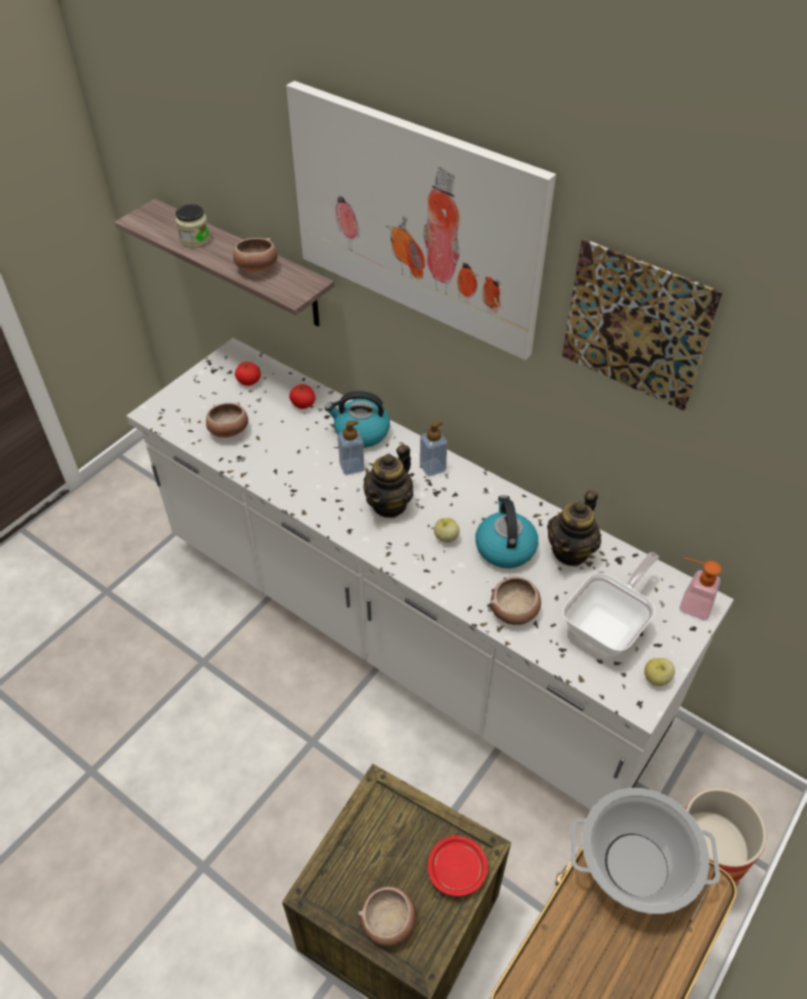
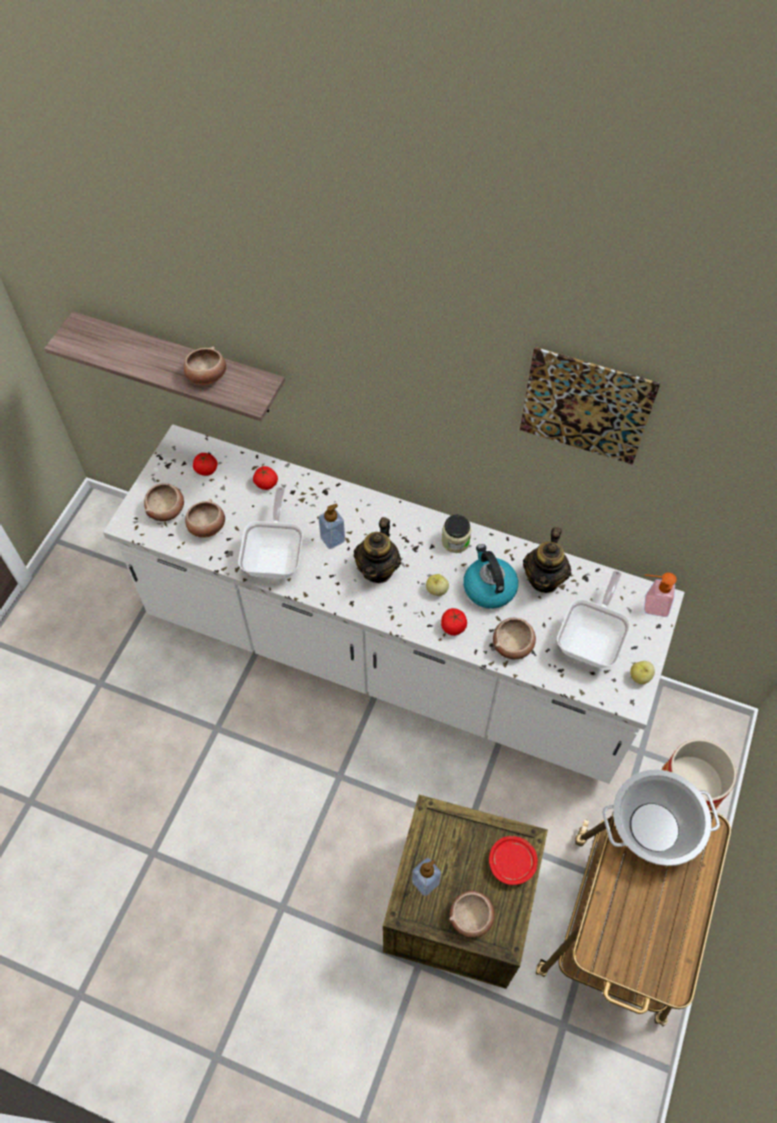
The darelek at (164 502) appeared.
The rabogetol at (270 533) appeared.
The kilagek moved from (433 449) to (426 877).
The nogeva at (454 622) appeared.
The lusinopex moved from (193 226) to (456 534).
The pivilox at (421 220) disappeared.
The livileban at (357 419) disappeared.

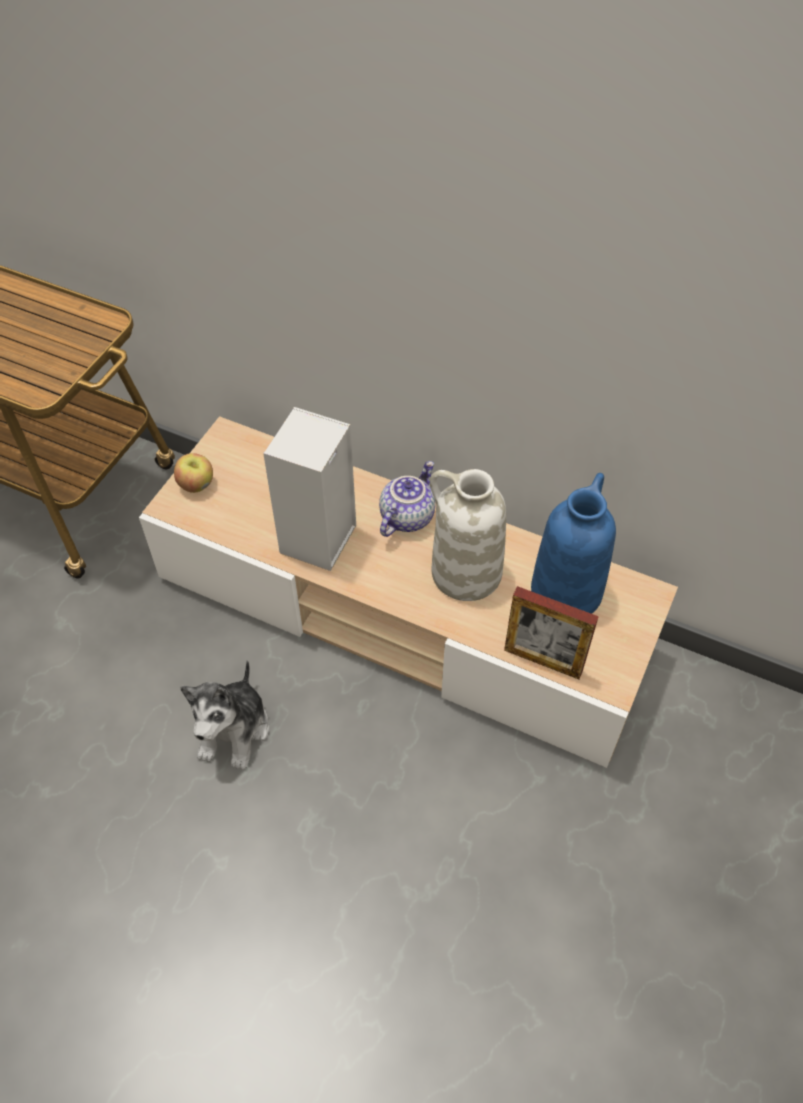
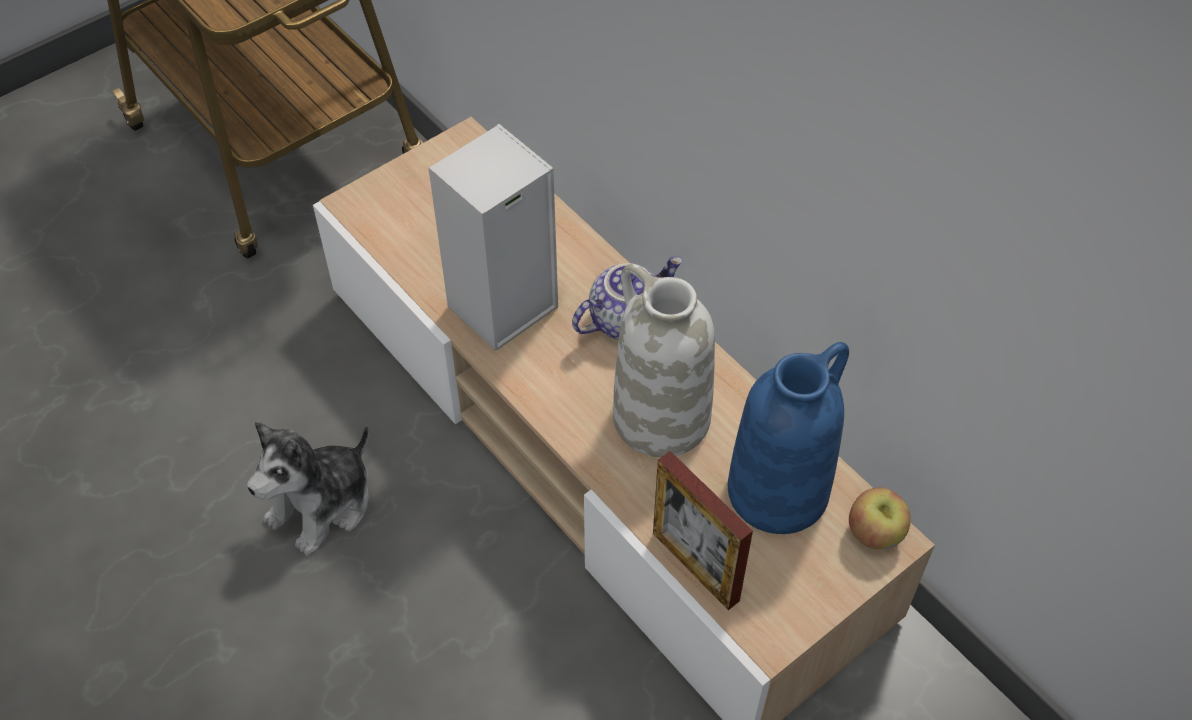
The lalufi moved from (193 473) to (880 518).

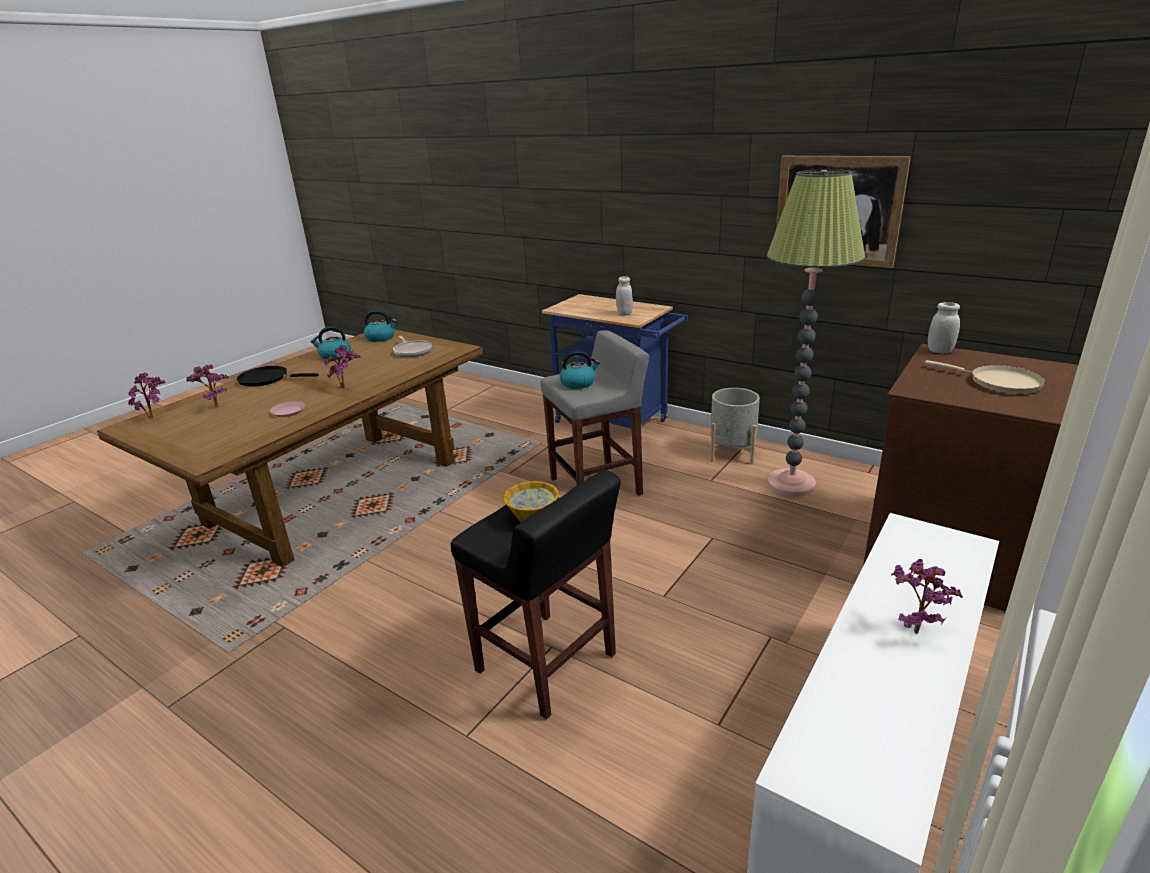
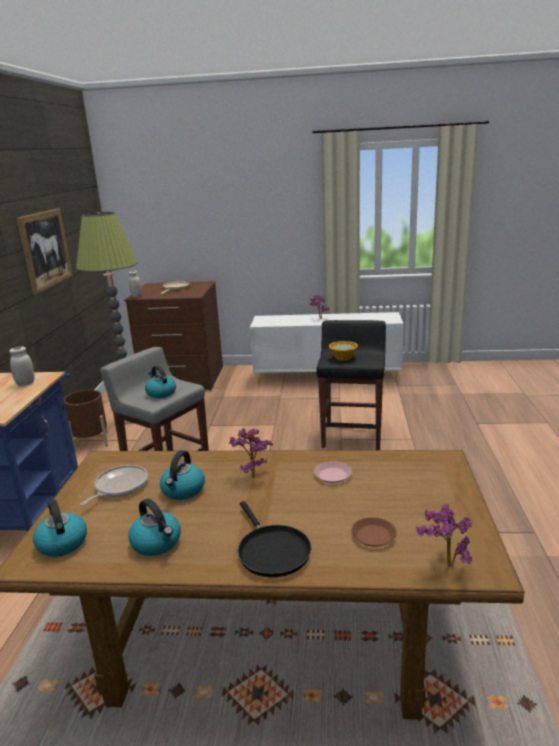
The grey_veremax at (735 426) became the brown_veremax at (86 421).
The livileban at (182 475) appeared.
The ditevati at (207 385) was replaced by the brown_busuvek at (374 532).

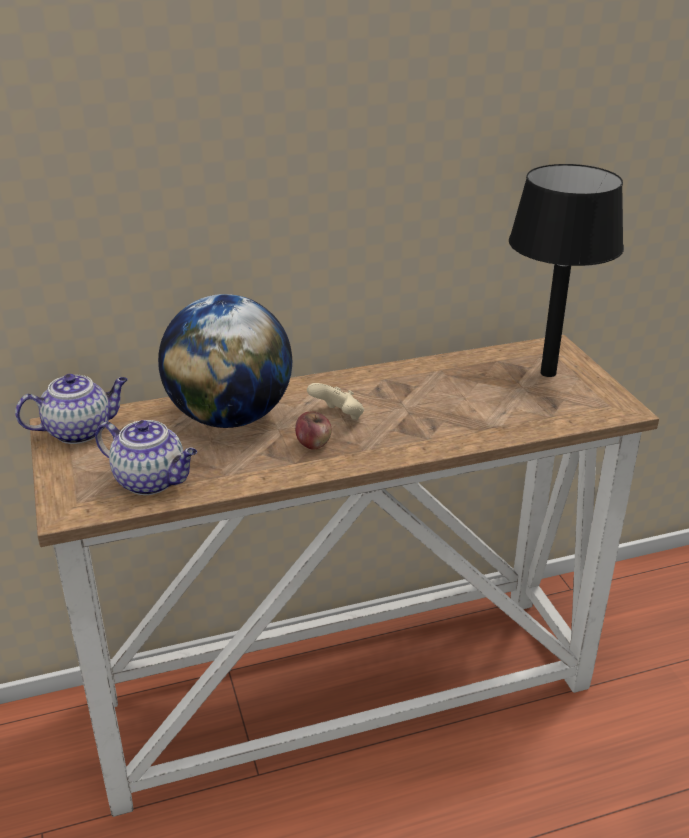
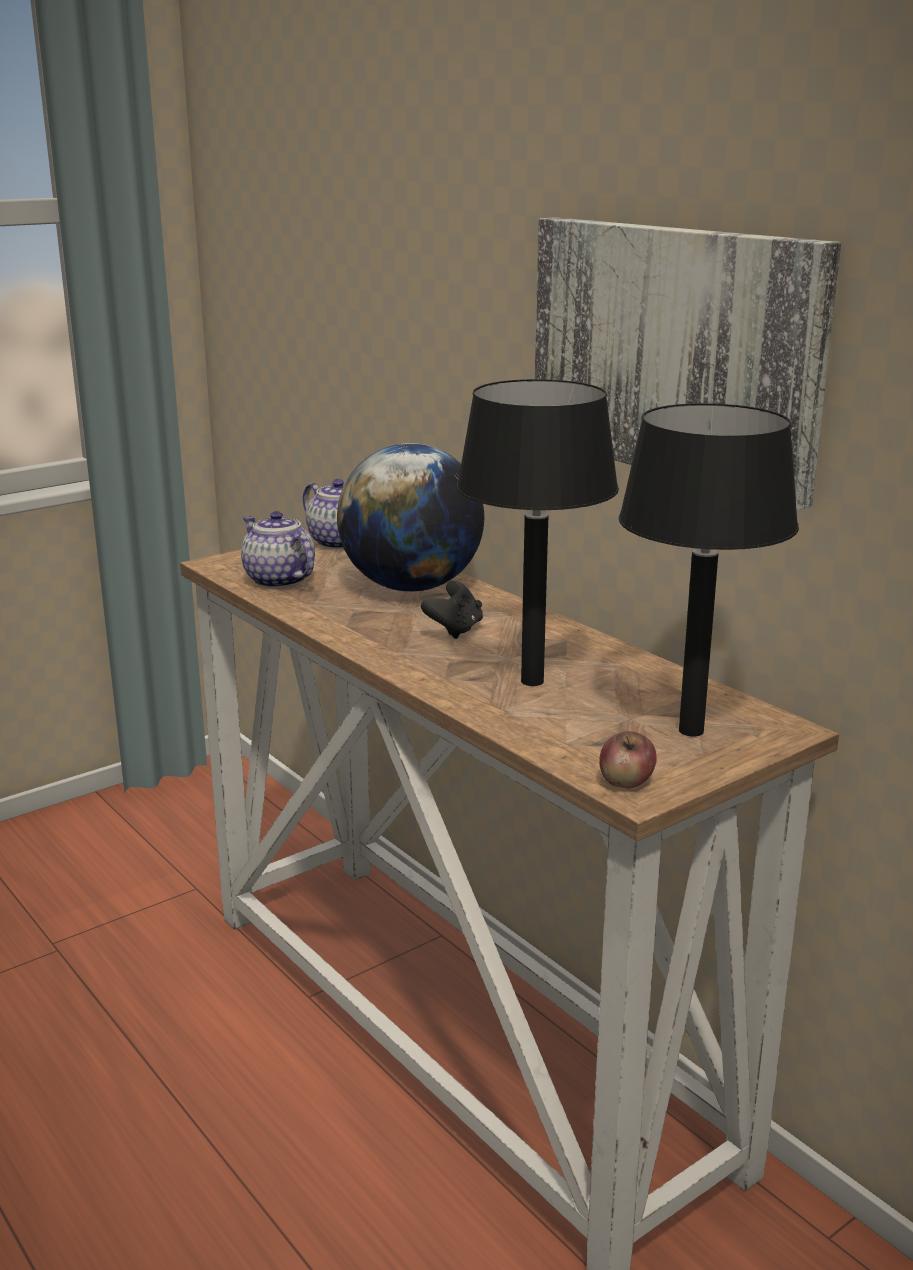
The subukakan at (146 457) turned 135 degrees clockwise.
The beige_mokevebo at (335 401) became the black_mokevebo at (452 609).
The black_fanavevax at (537 532) appeared.
The pivilox at (688 364) appeared.
The lalufi moved from (313 431) to (628 760).

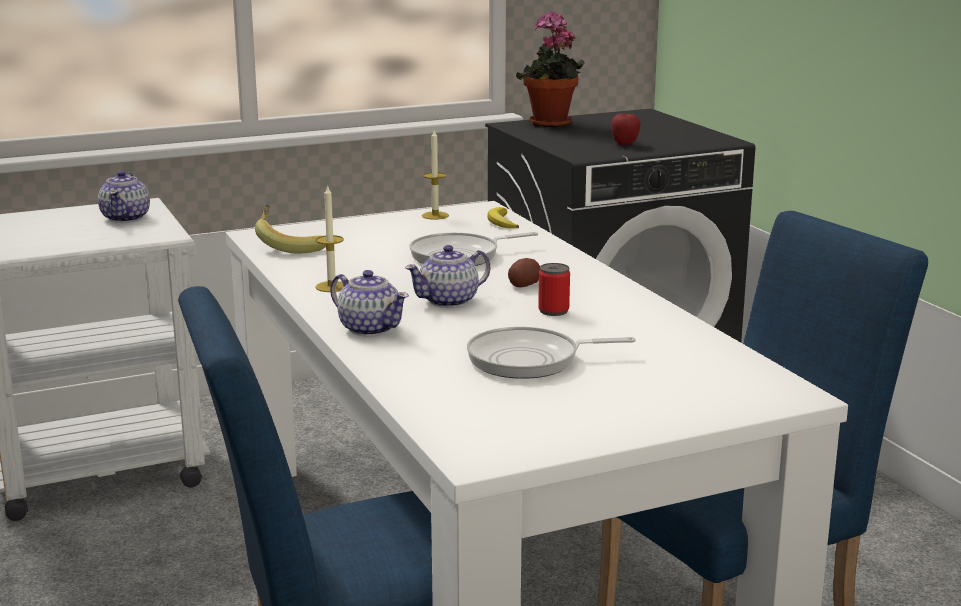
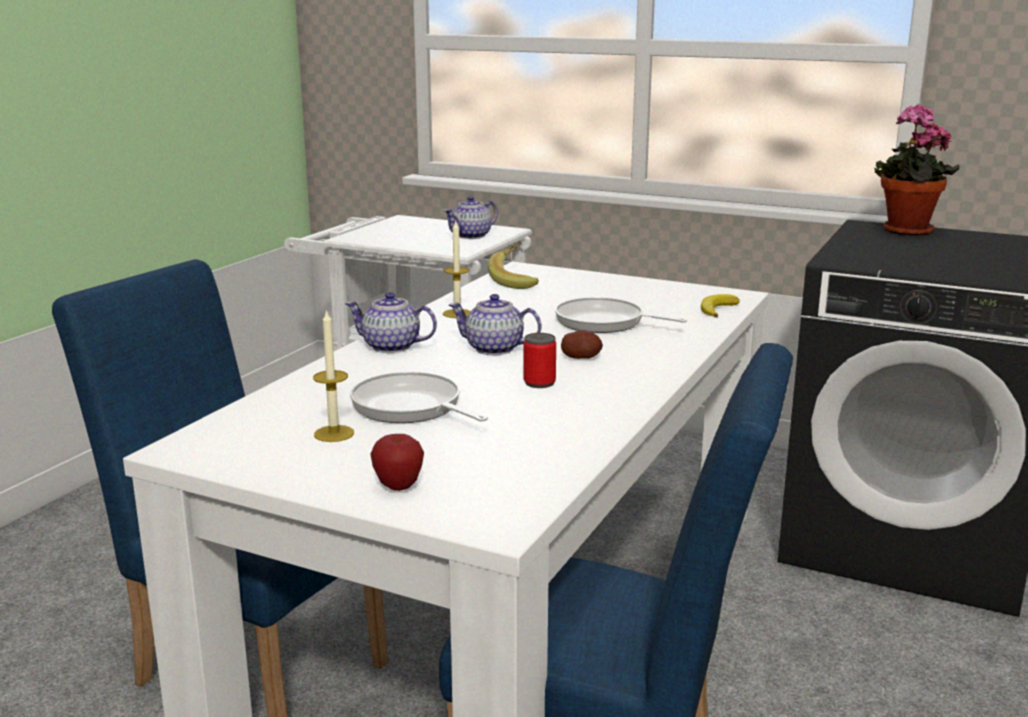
The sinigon moved from (435 175) to (333 375).
The subukakan at (369 303) turned 105 degrees clockwise.
The lalufi moved from (626 128) to (397 462).

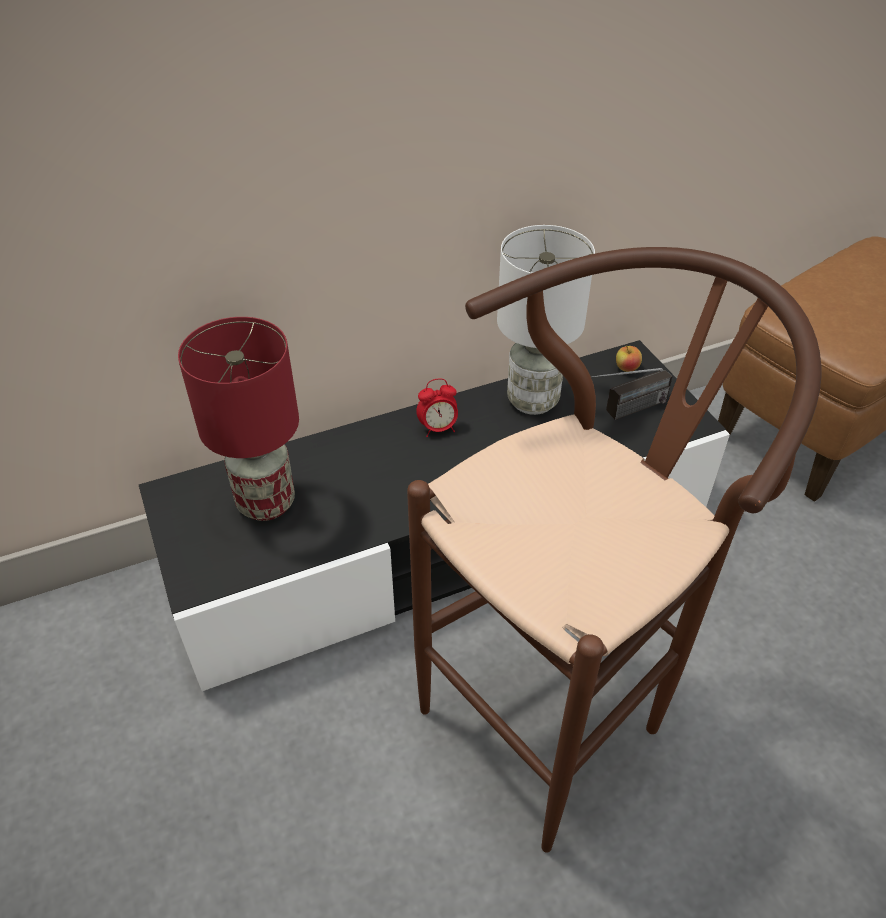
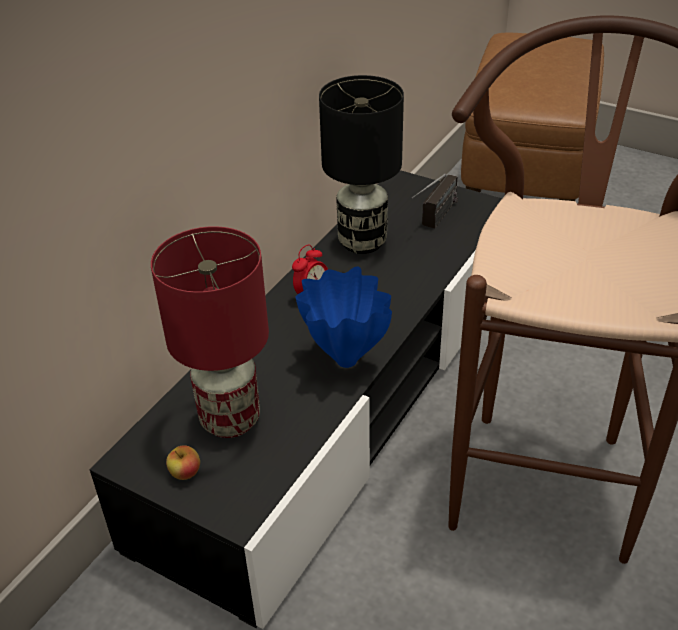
The lalufi moved from (629 358) to (183 462).
The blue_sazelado at (344 317) appeared.
The white_fanavevax at (546 320) became the black_fanavevax at (361 164).

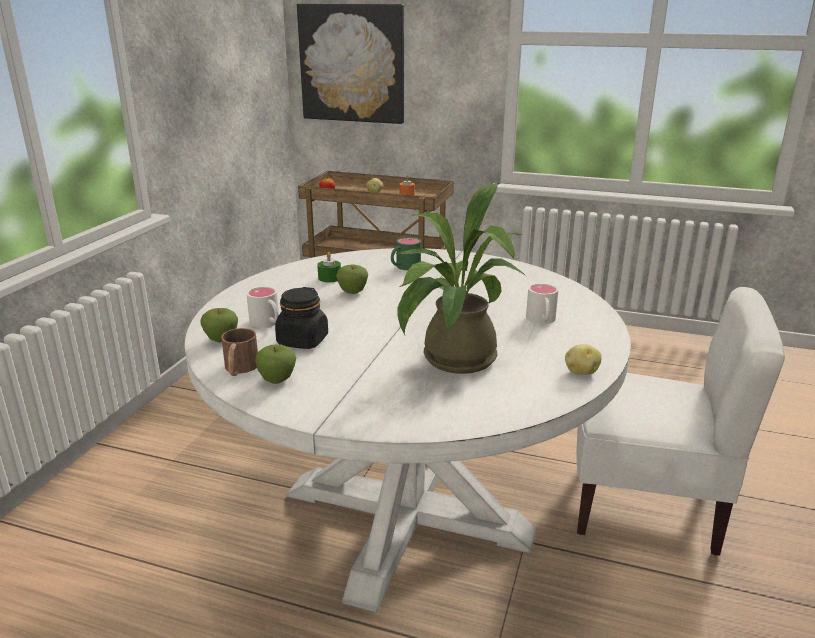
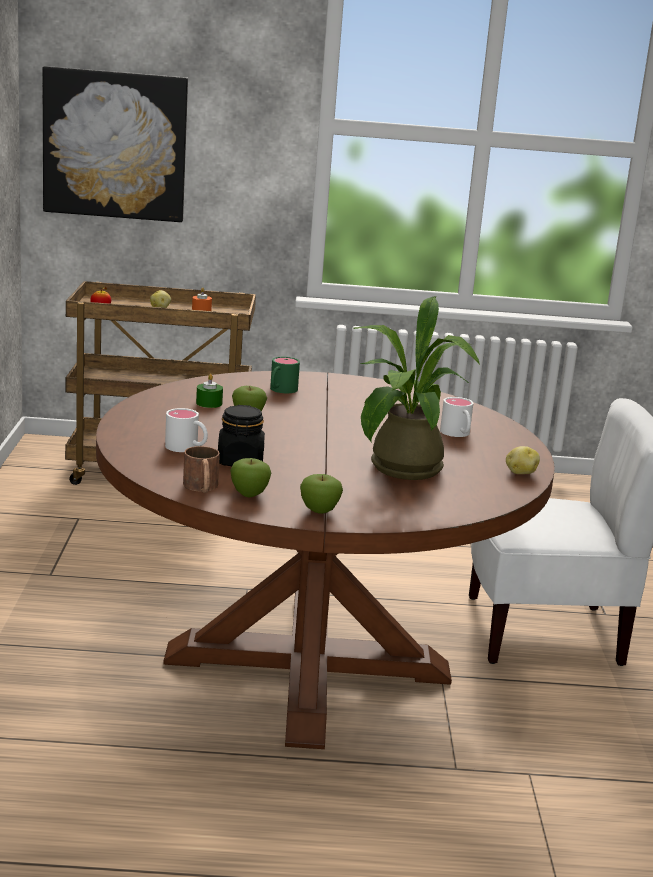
The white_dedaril at (407 430) became the brown_dedaril at (325 560).
The lalufi moved from (219 325) to (321 494).

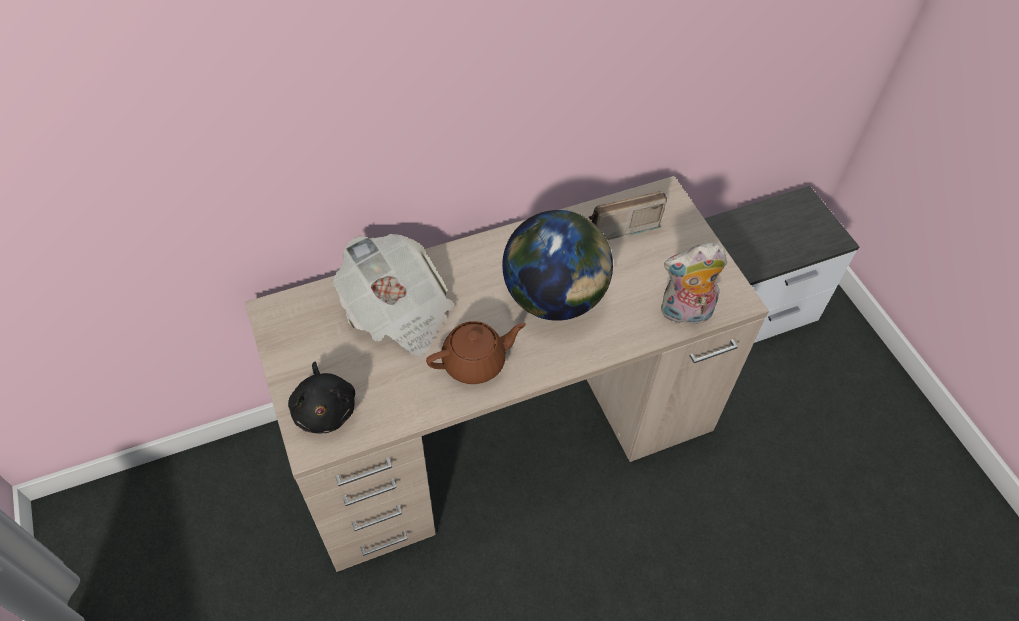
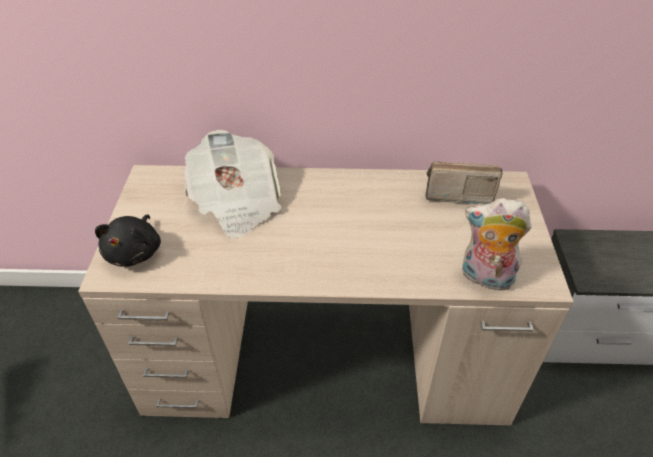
The brown_subukakan at (476 352) disappeared.
The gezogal at (557 265) disappeared.

